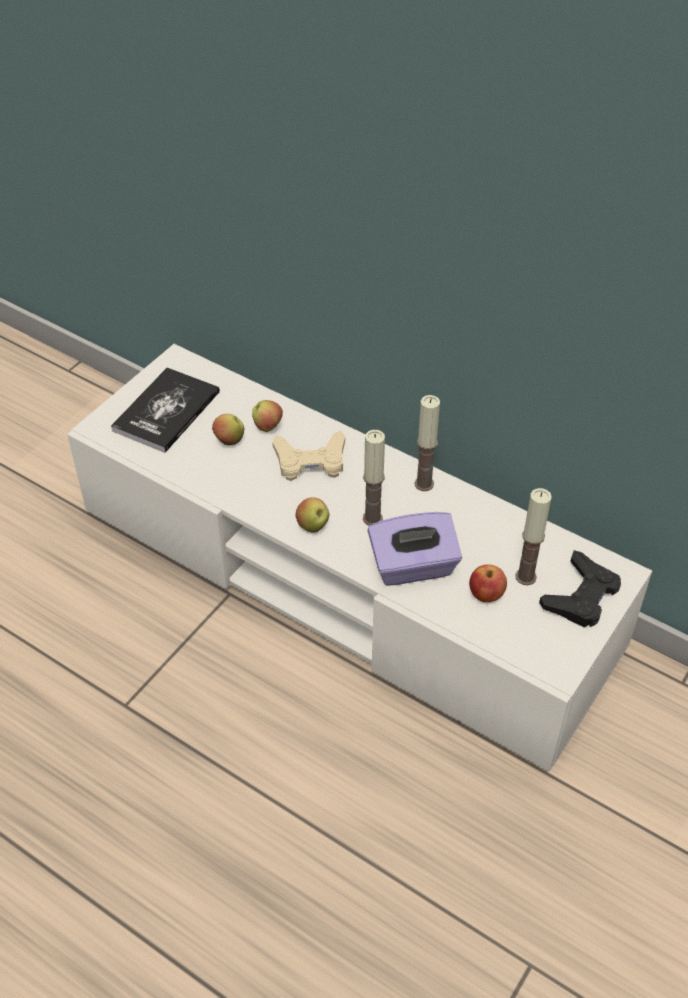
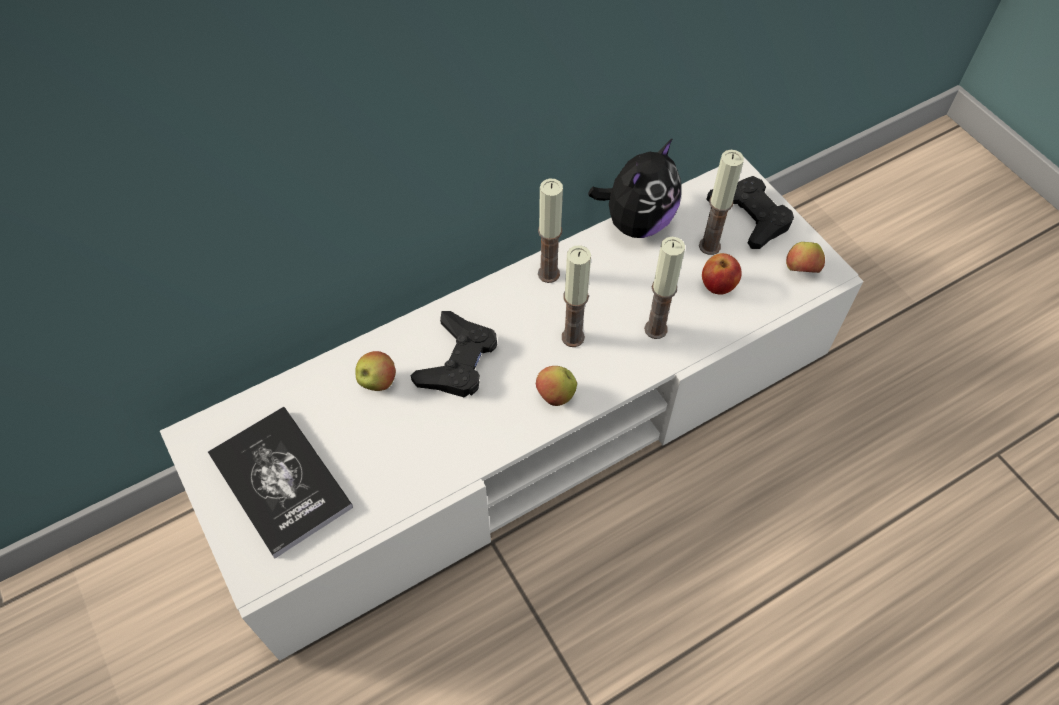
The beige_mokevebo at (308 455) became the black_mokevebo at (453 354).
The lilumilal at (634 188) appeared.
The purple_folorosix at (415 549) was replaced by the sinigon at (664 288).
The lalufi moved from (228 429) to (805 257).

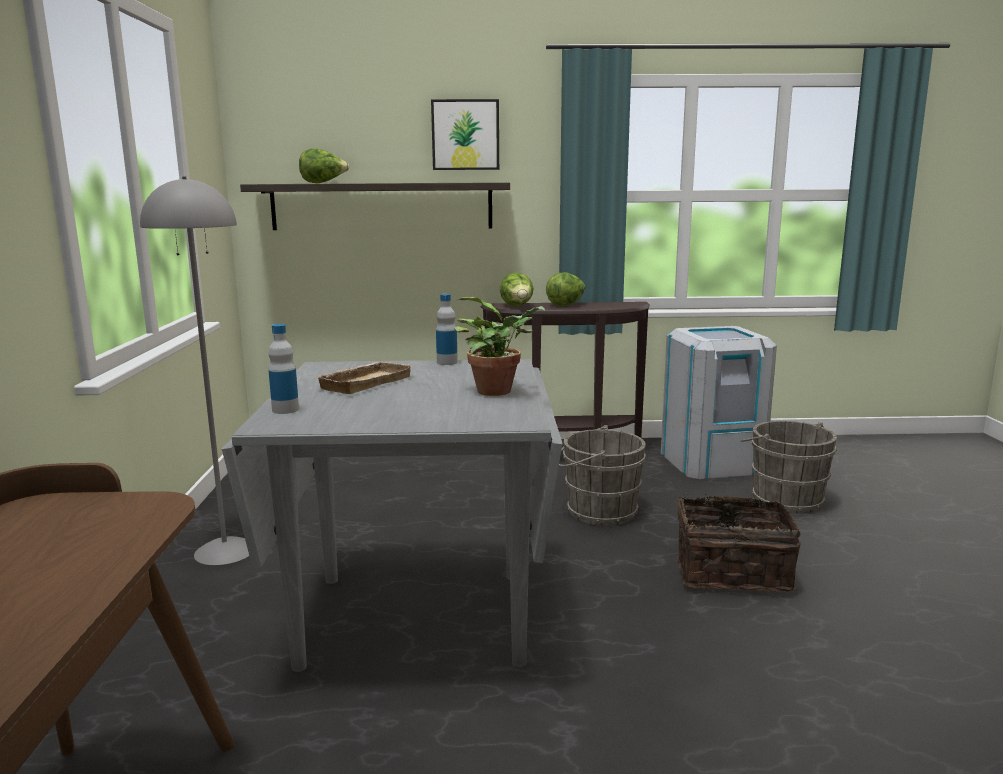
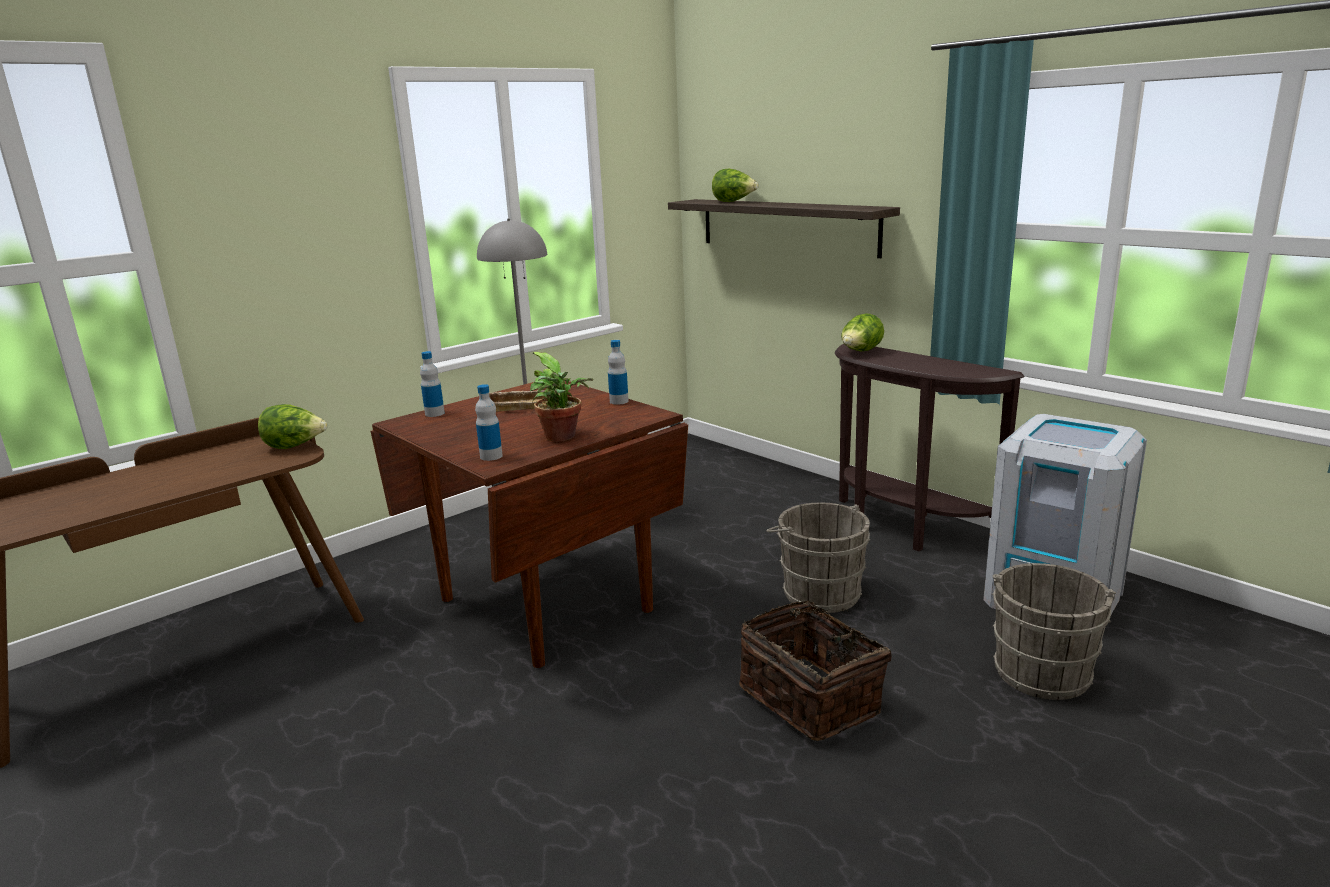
The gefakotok moved from (565 289) to (292 426).
The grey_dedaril at (392 515) became the brown_dedaril at (529 524).
The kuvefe at (489 422) appeared.
The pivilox at (465 134) disappeared.

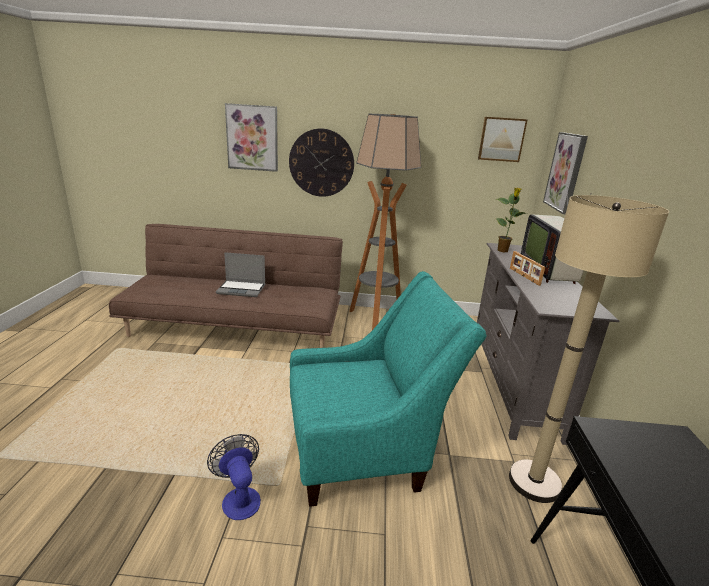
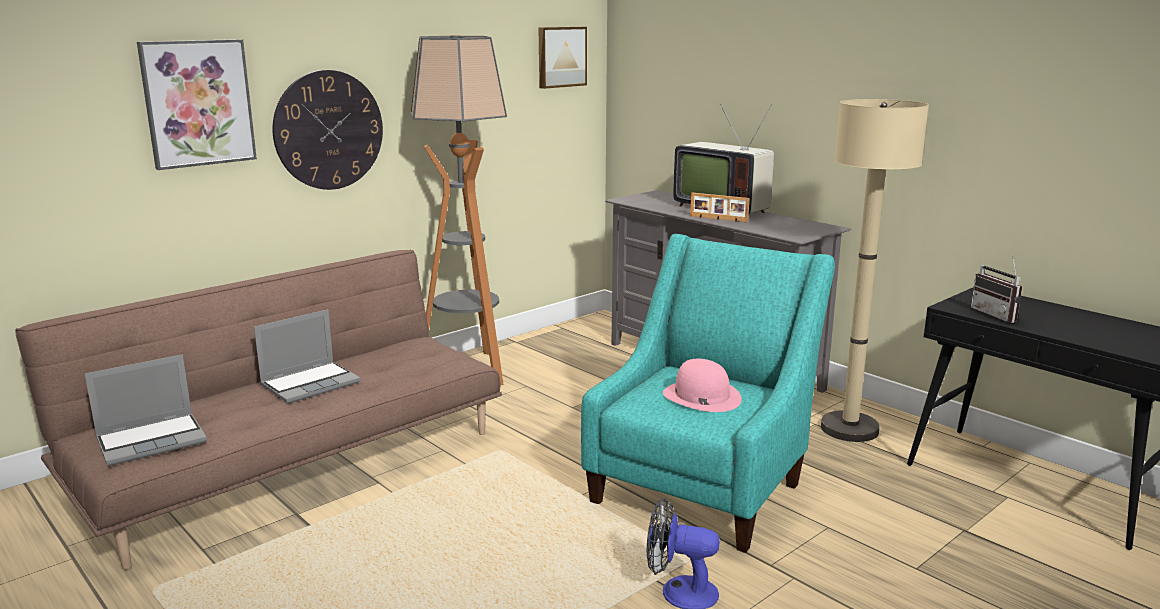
The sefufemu at (146 410) appeared.
The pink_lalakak at (702 385) appeared.
The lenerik at (996 289) appeared.
The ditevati at (512 220) disappeared.
The pivilox at (565 173) disappeared.

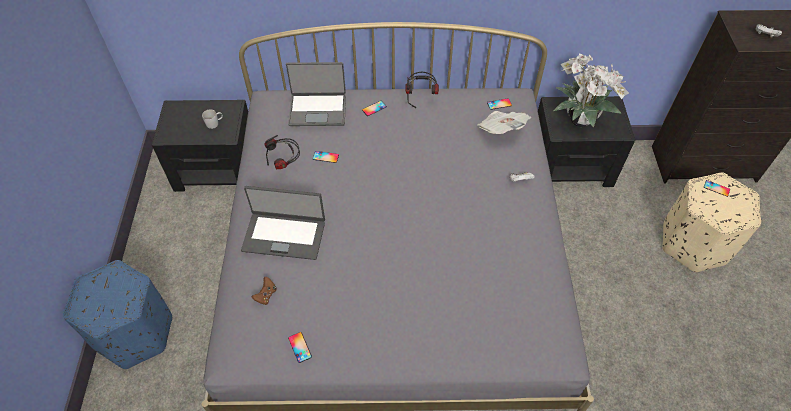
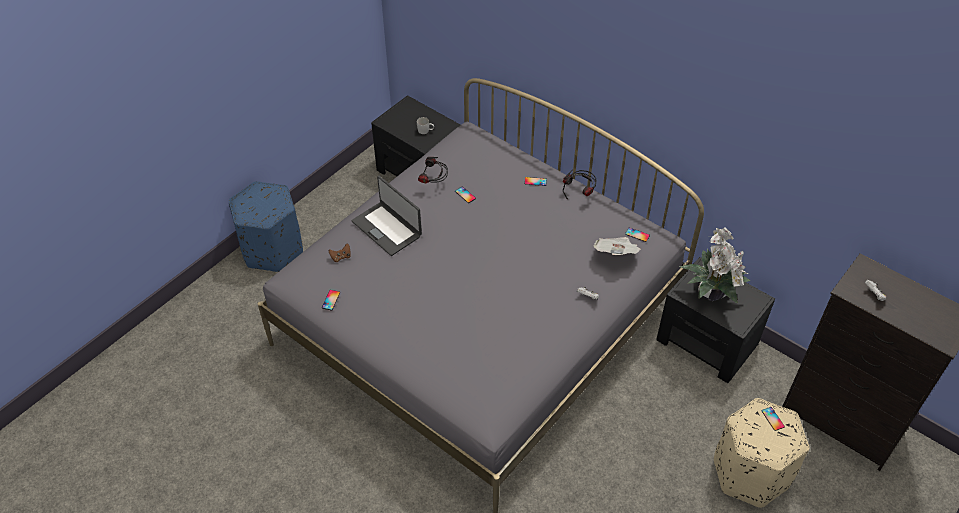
The sefufemu at (316 94) disappeared.

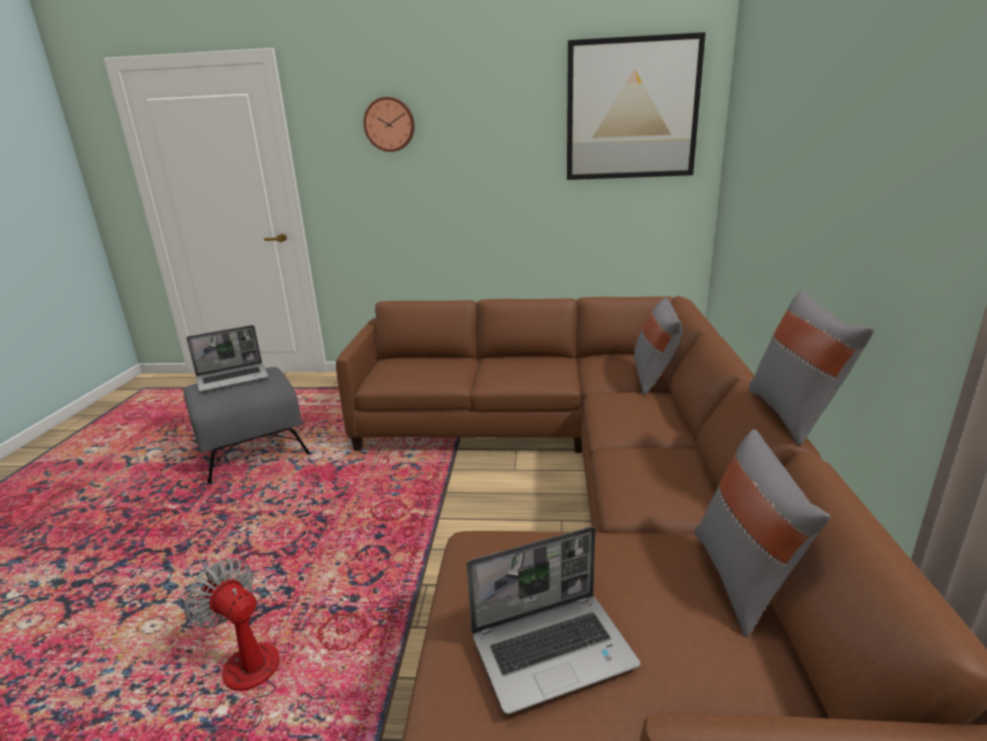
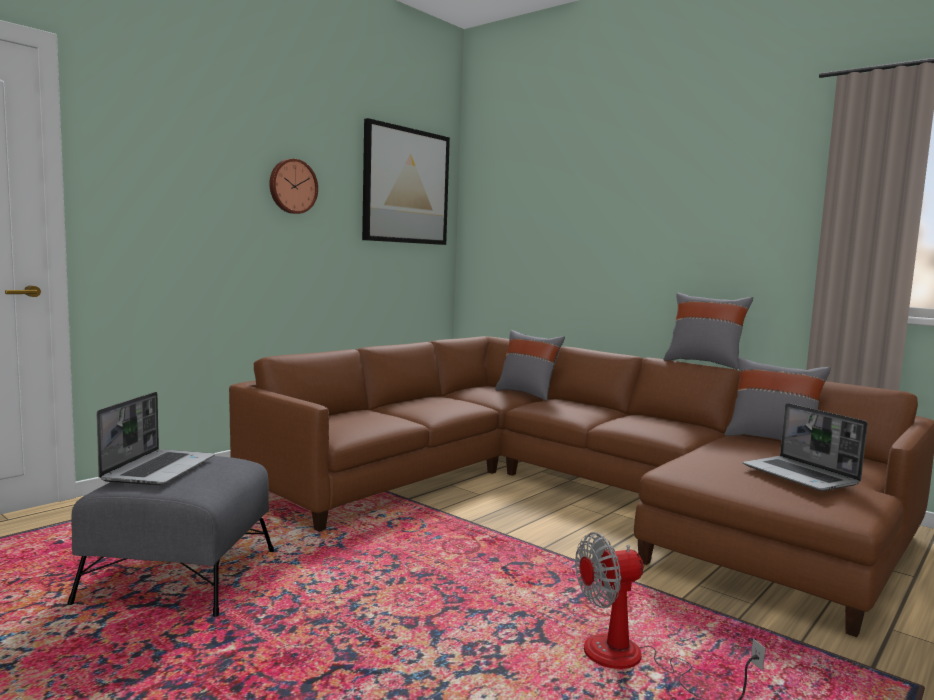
The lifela moved from (389 124) to (293 186).
The sefufemu at (553 620) turned 135 degrees clockwise.

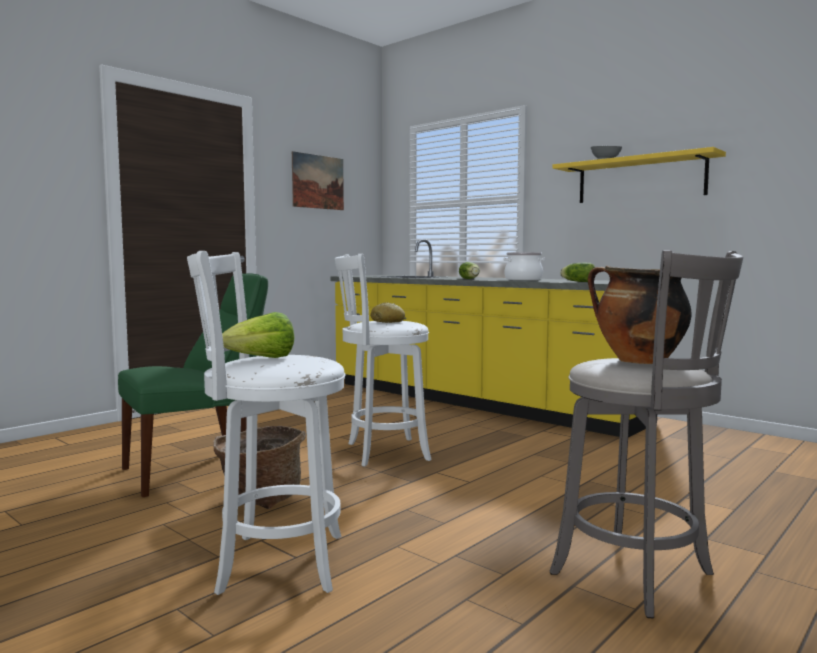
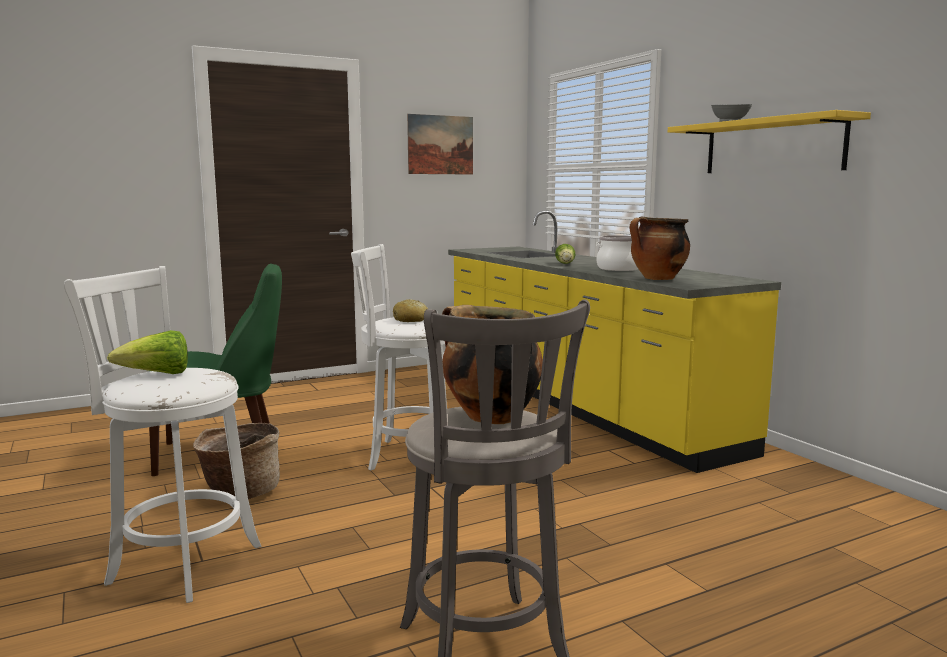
The gefakotok at (577 272) was replaced by the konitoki at (660 248).

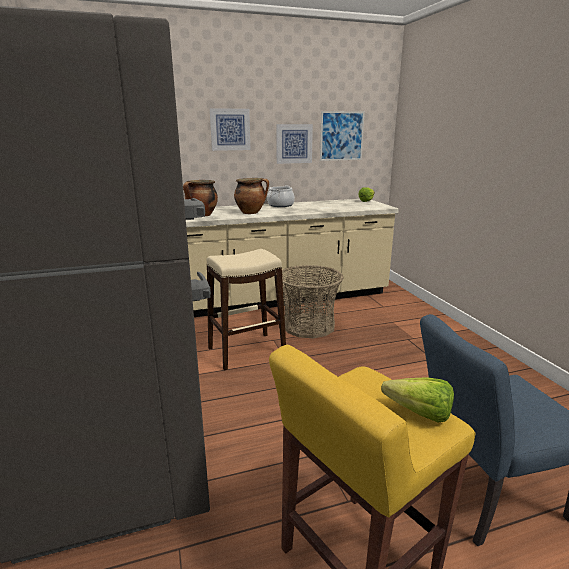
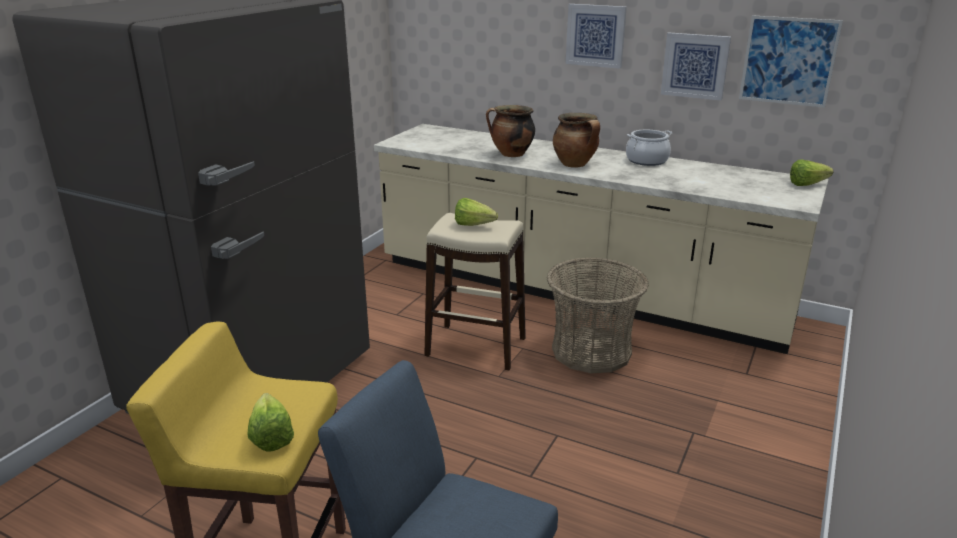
The gefakotok at (476 212) appeared.

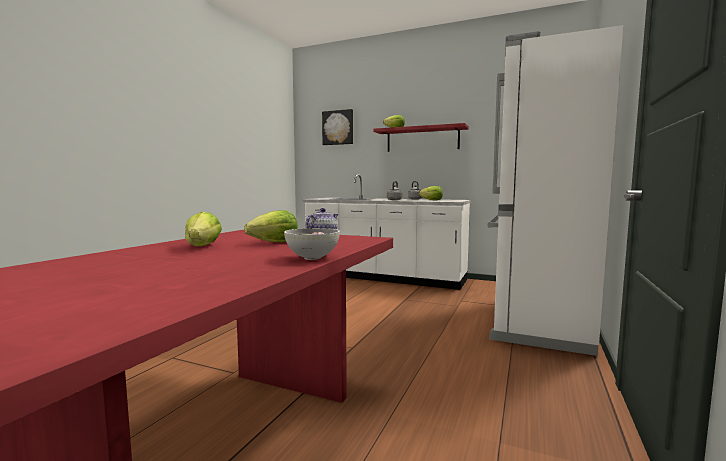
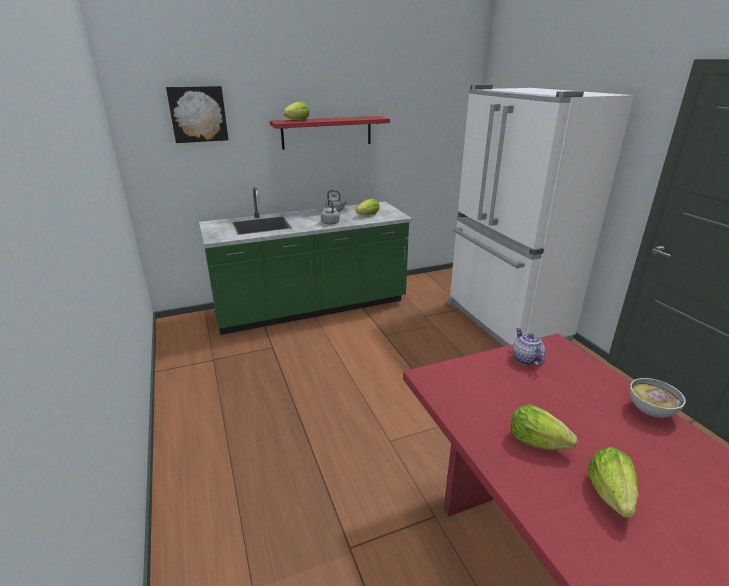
The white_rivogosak at (386 232) became the green_rivogosak at (305 261).
The gefakotok moved from (271 226) to (613 482).

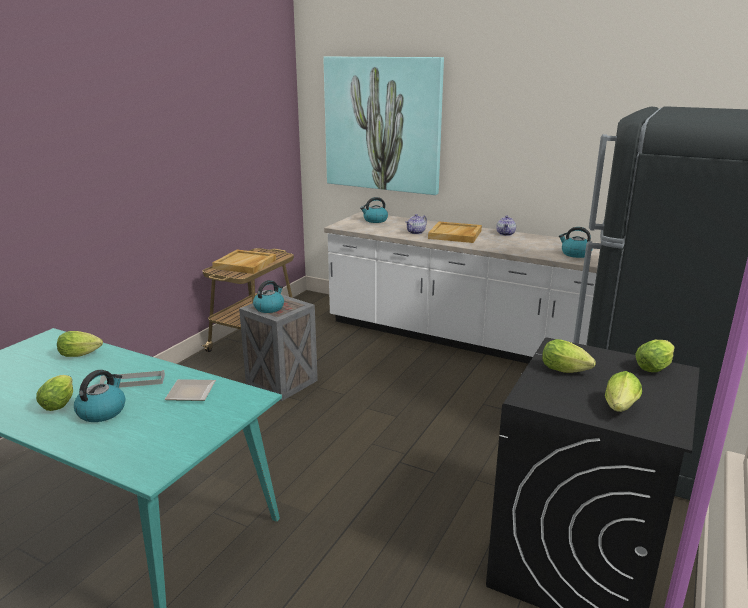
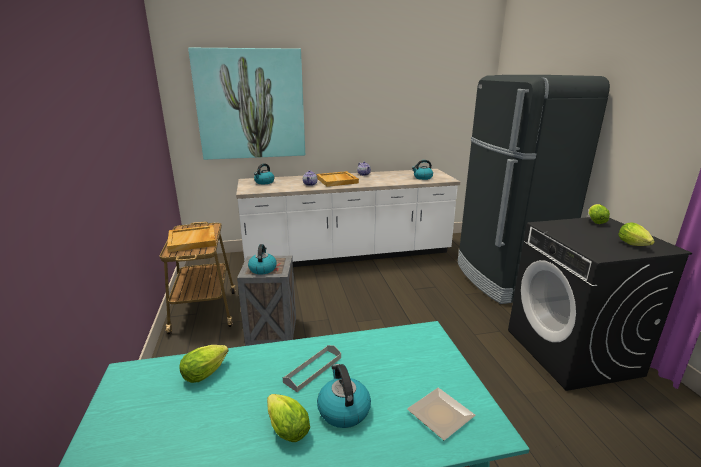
The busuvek moved from (190 390) to (441 414).
The gefakotok at (569 356) disappeared.

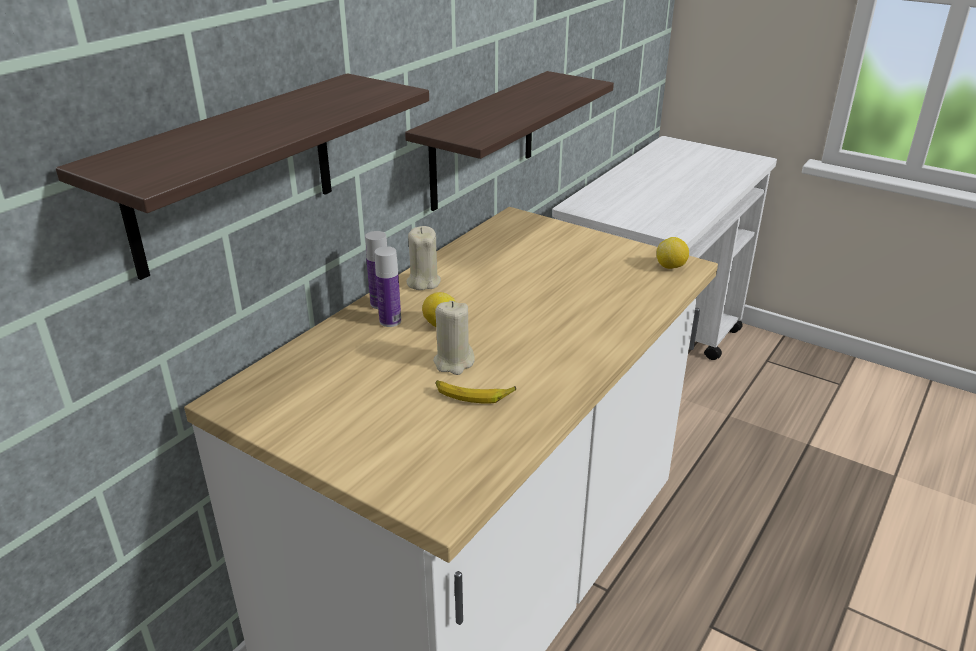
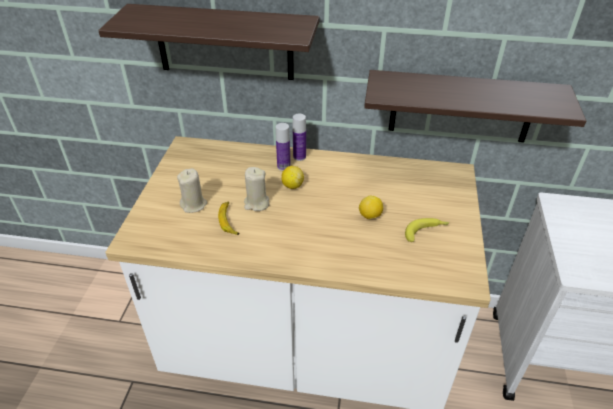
The beige_sinigon moved from (423 258) to (192 190).
The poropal moved from (673 253) to (371 208).
The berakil at (427 230) appeared.

